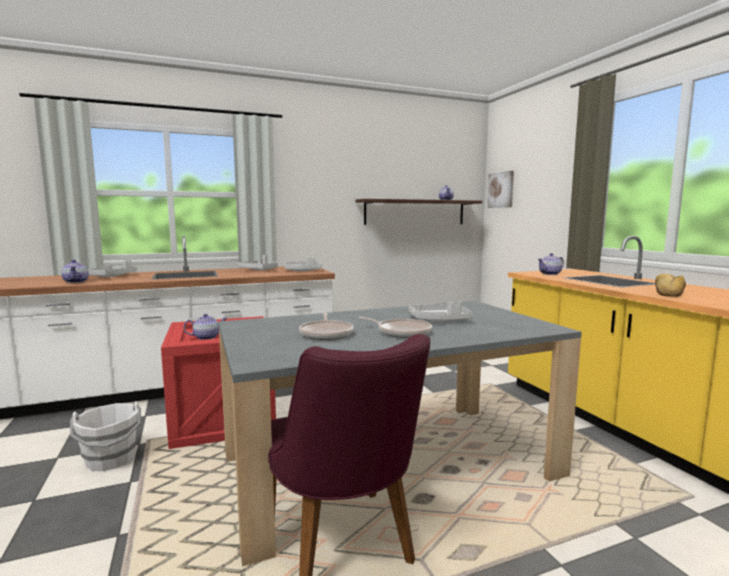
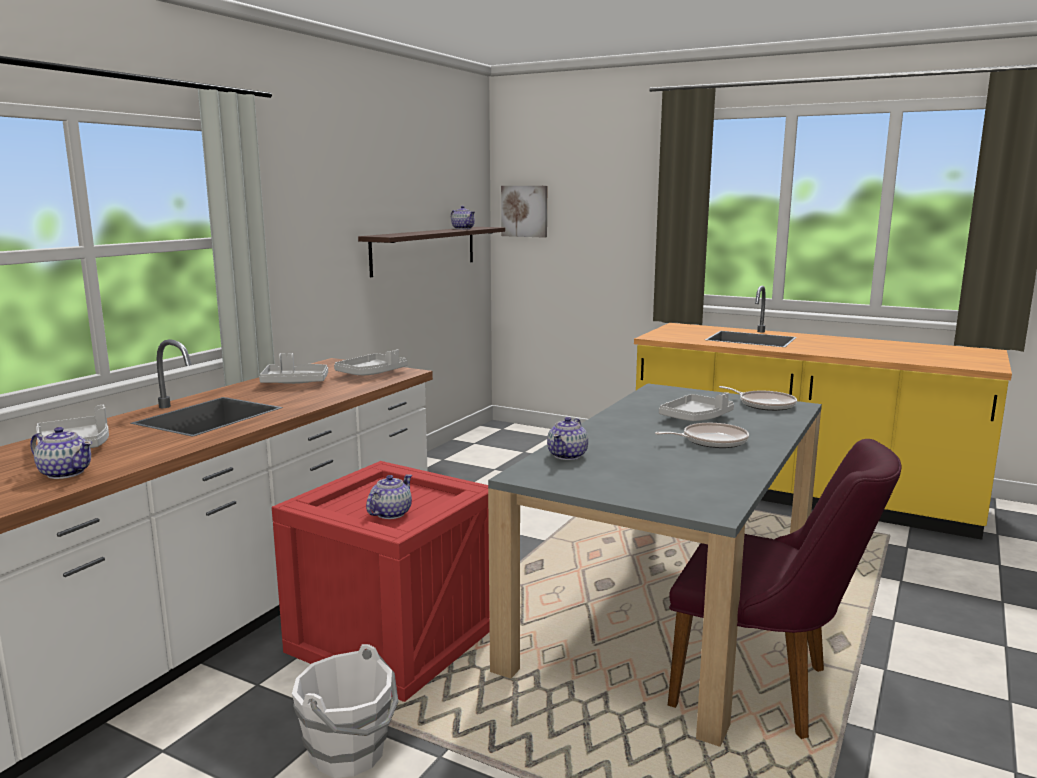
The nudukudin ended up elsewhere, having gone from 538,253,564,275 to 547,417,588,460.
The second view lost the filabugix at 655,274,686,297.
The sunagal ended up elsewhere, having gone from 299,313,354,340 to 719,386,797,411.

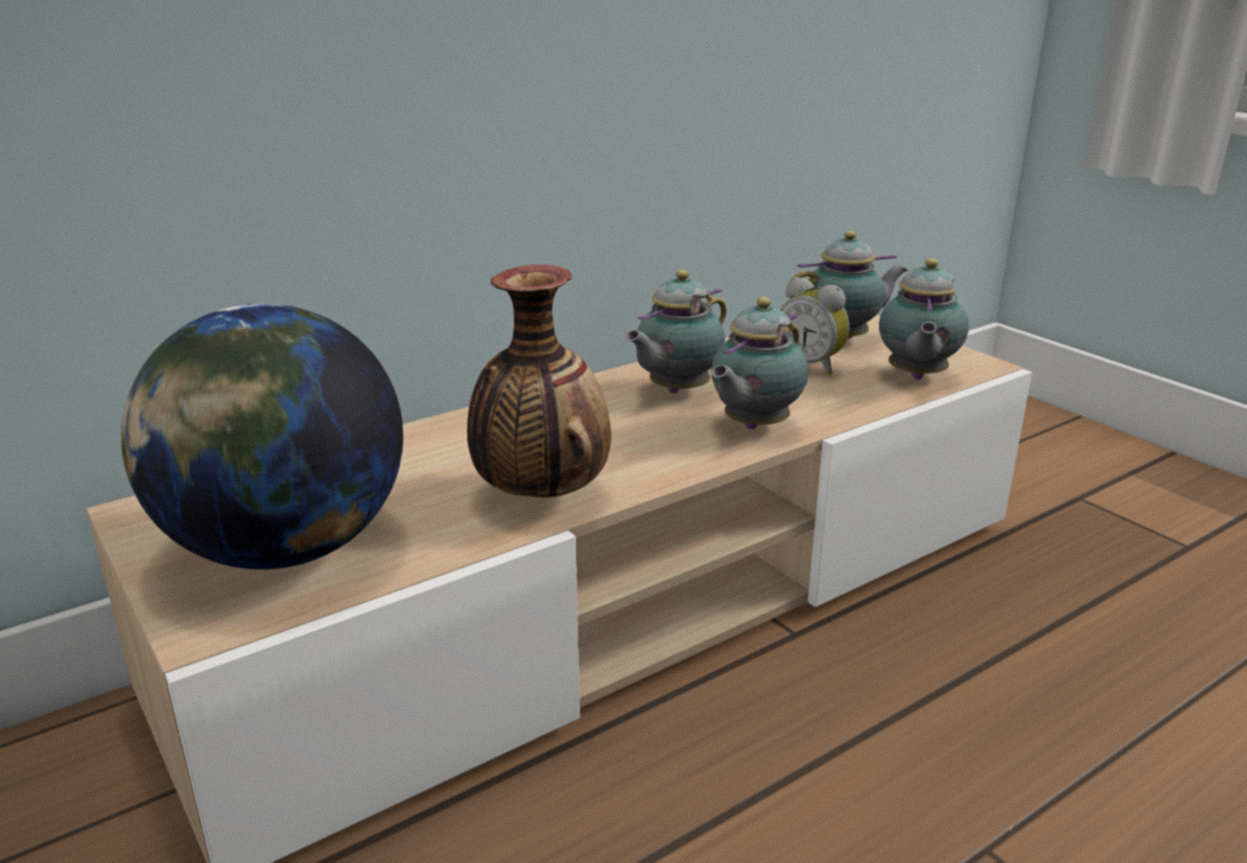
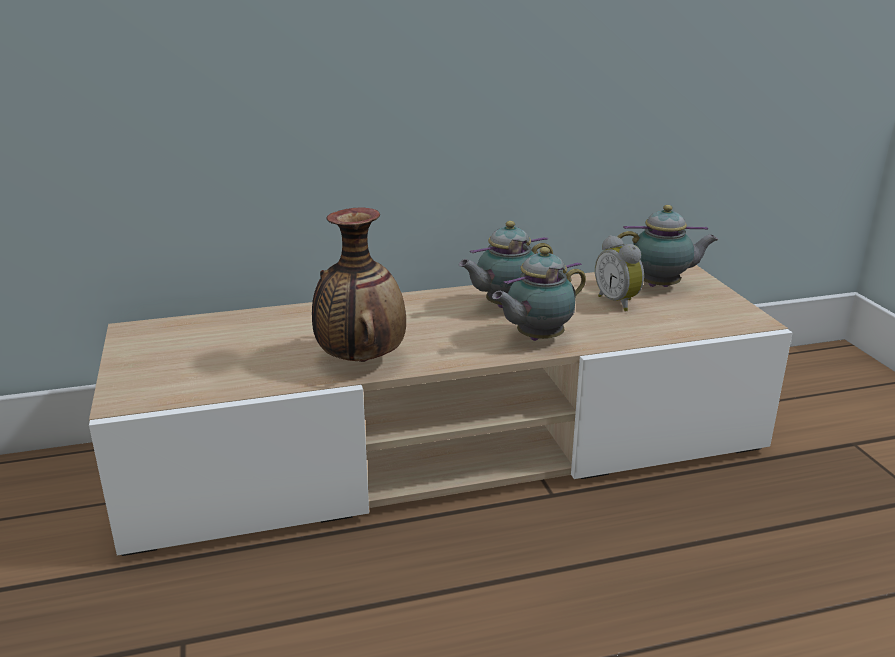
The second view lost the nudukudin at 879,258,969,379.
The second view lost the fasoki at 121,304,403,570.

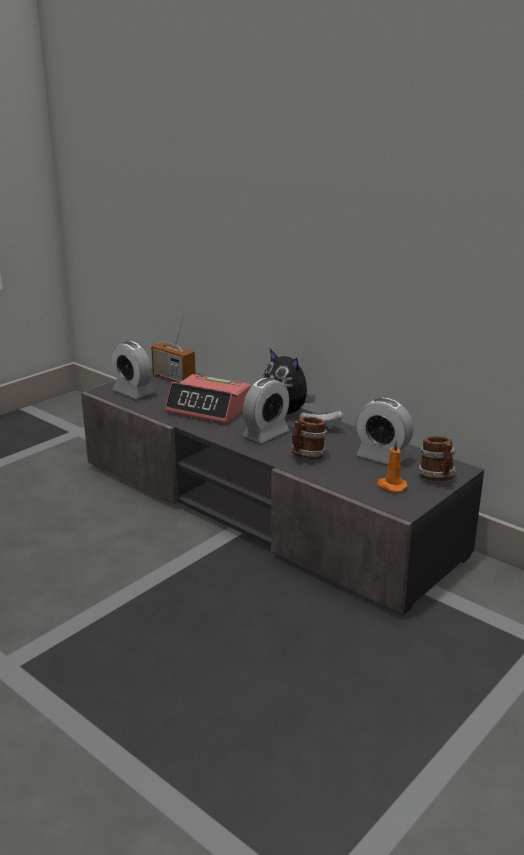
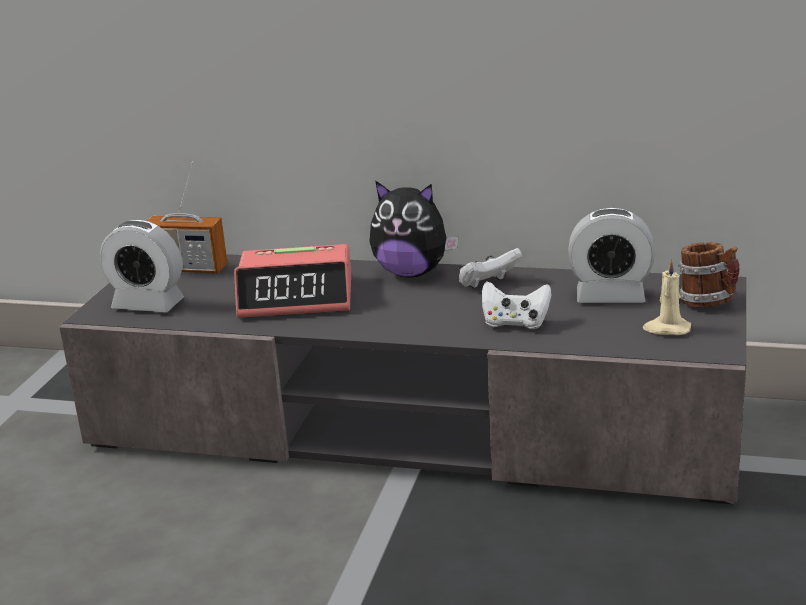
The second view lost the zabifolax at 243,378,289,443.
Where the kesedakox stood at 291,416,328,460, the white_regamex came to stand at 482,281,551,329.
What was the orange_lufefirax at 377,440,408,492 turned into the beige_lufefirax at 643,259,691,335.

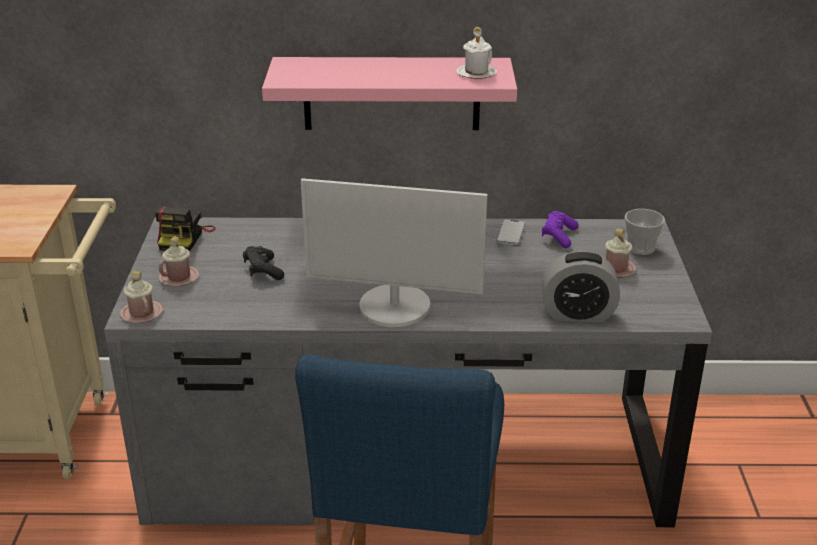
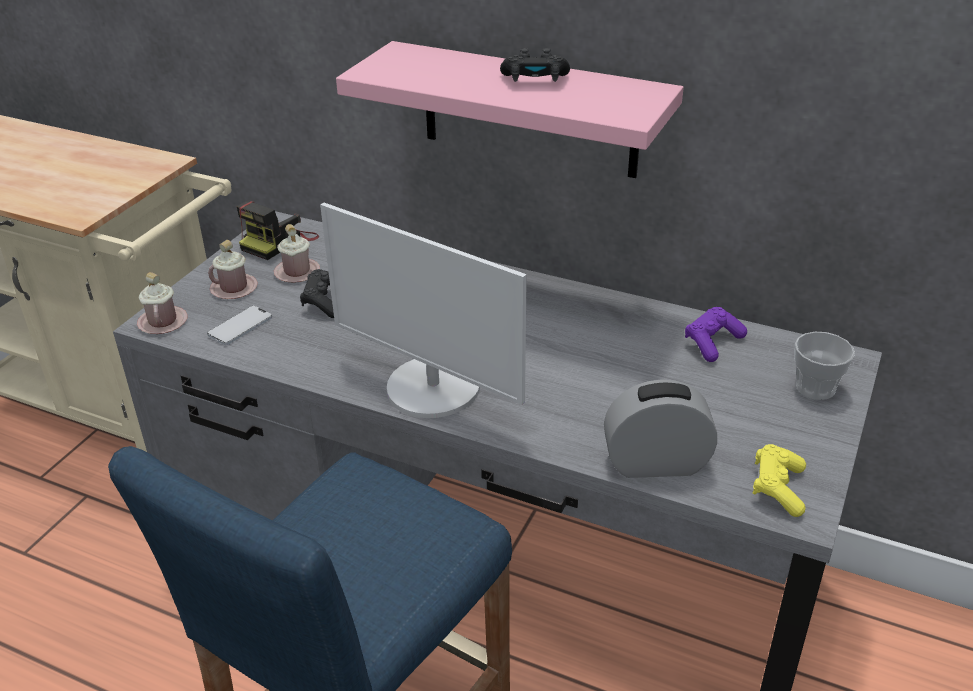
The second view lost the white_kesedakox at 456,27,497,79.
The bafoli ended up elsewhere, having gone from 497,219,525,245 to 207,305,272,345.
The pink_kesedakox ended up elsewhere, having gone from 605,228,636,277 to 274,224,320,283.
The zabifolax at 542,251,620,322 ended up facing another way, 150 degrees clockwise from before.
The second view gained the black_regamex at 500,48,570,82.
The second view gained the yellow_regamex at 753,444,806,517.

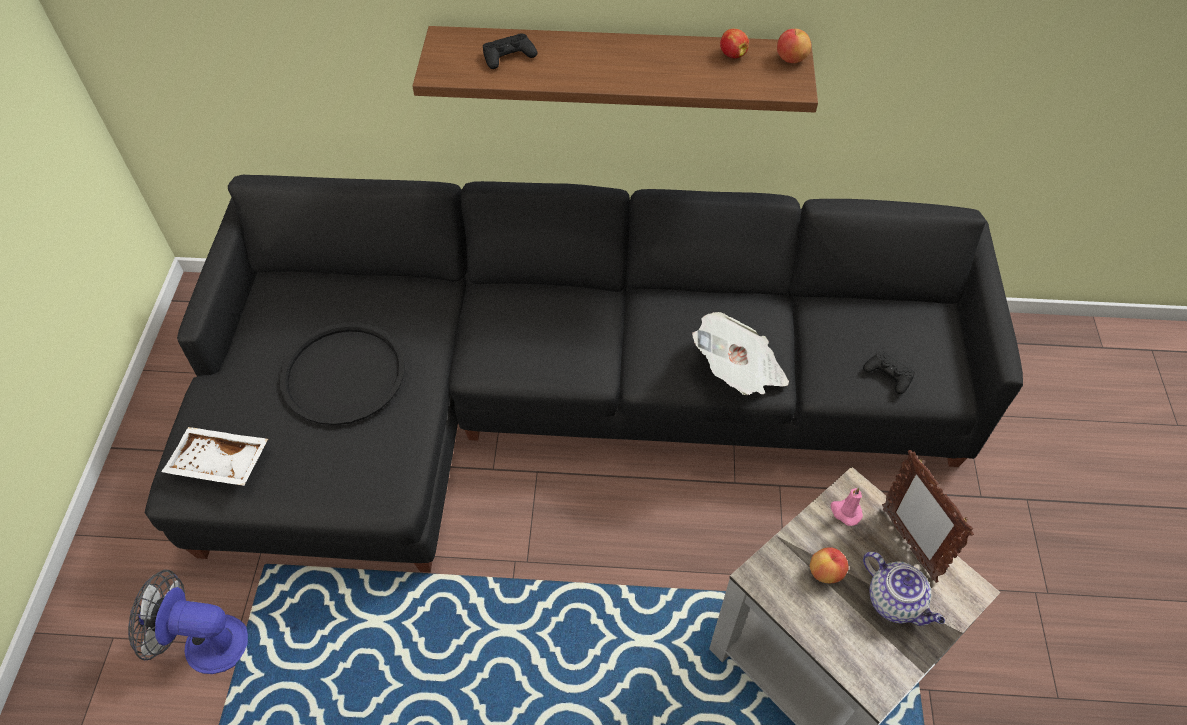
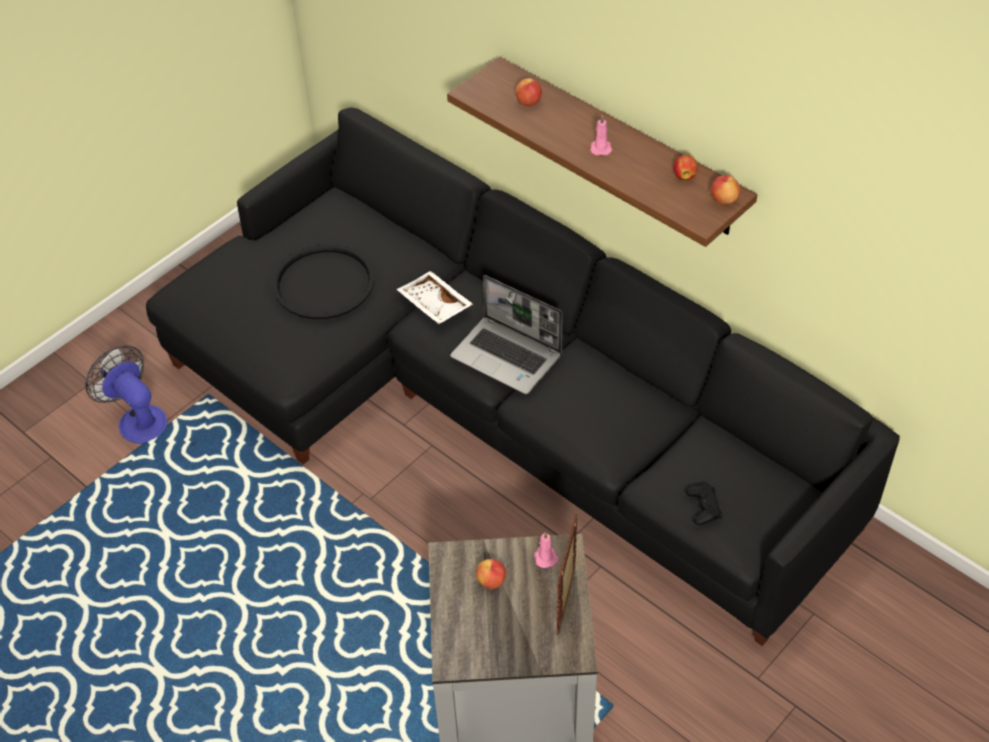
Where the black_regamex stood at 483,33,537,69, the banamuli came to stand at 516,78,542,106.
The second view lost the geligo at 692,312,789,396.
The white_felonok ended up elsewhere, having gone from 162,427,268,486 to 396,271,473,324.
The second view lost the nudukudin at 863,552,945,626.
The second view gained the pink_lufefirax at 590,115,612,155.
The second view gained the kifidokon at 450,275,562,394.

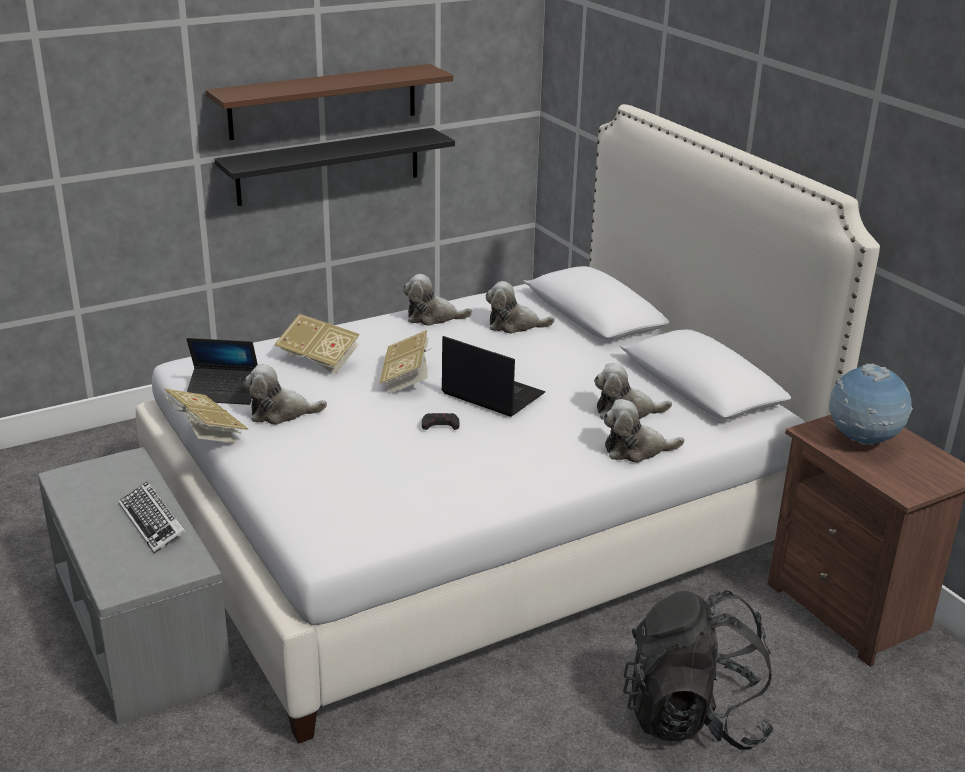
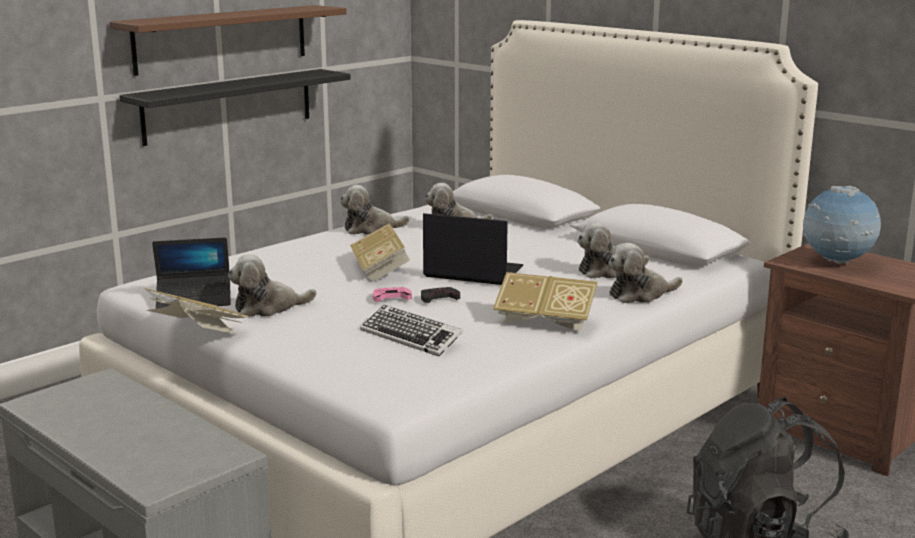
The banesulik ended up elsewhere, having gone from 274,314,360,374 to 493,272,598,332.
The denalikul ended up elsewhere, having gone from 118,481,186,553 to 360,305,463,356.
The second view gained the pink_regamex at 373,287,412,302.

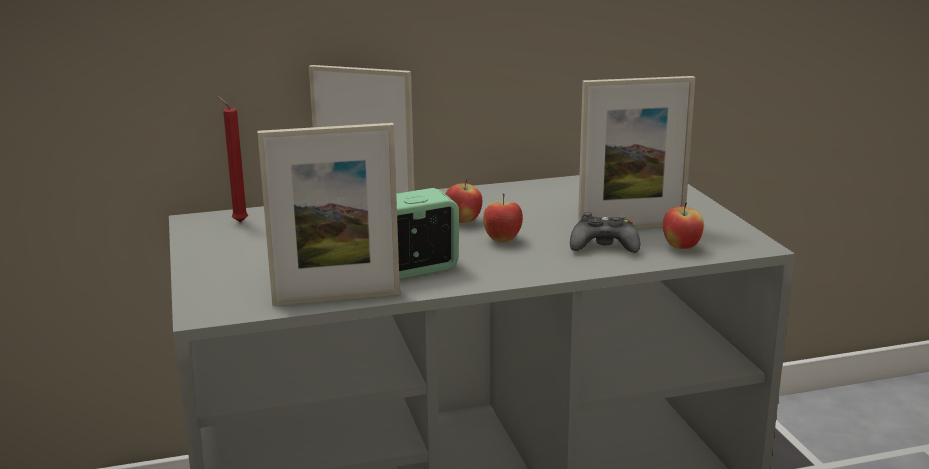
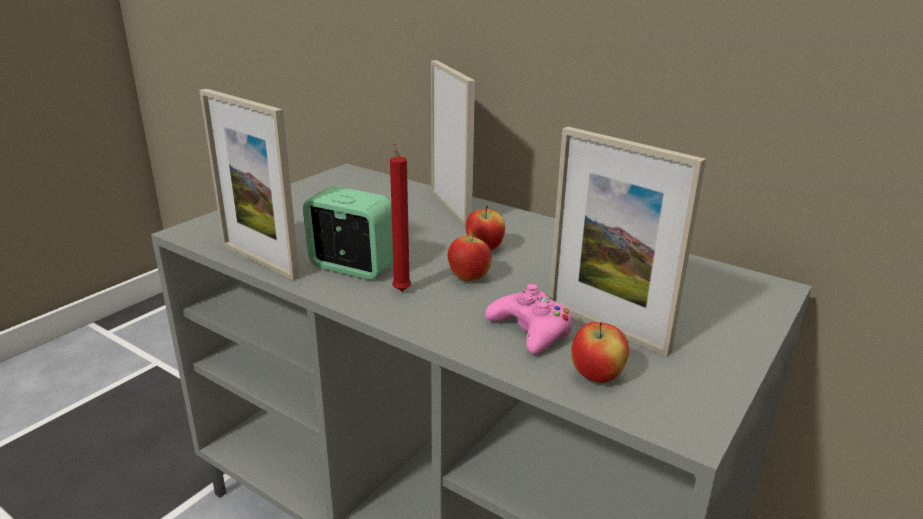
The red_lufefirax ended up elsewhere, having gone from 217,96,248,223 to 390,138,411,291.
What was the black_regamex at 570,212,640,253 turned into the pink_regamex at 485,284,573,354.

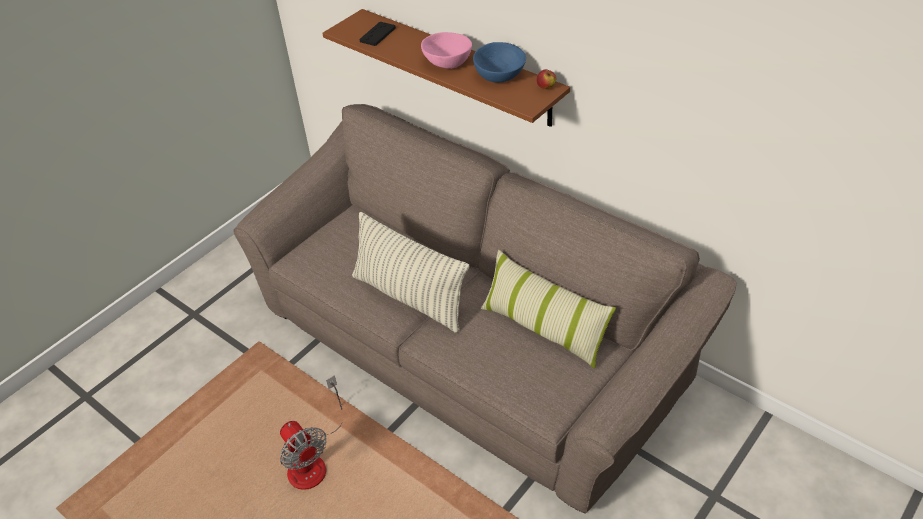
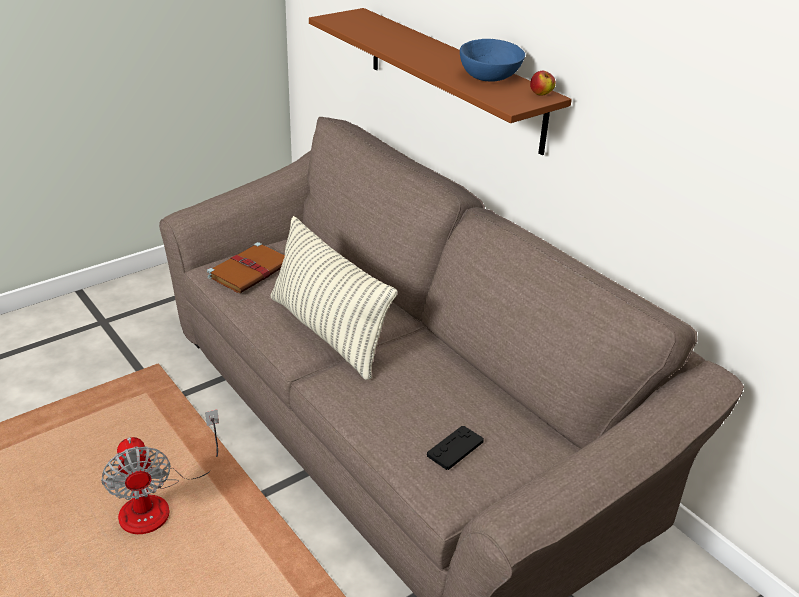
The black_regamex ended up elsewhere, having gone from 360,22,396,46 to 427,426,484,470.
The second view lost the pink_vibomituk at 421,32,472,69.
The second view lost the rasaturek at 481,250,616,369.
The second view gained the brown_banesulik at 207,242,285,293.

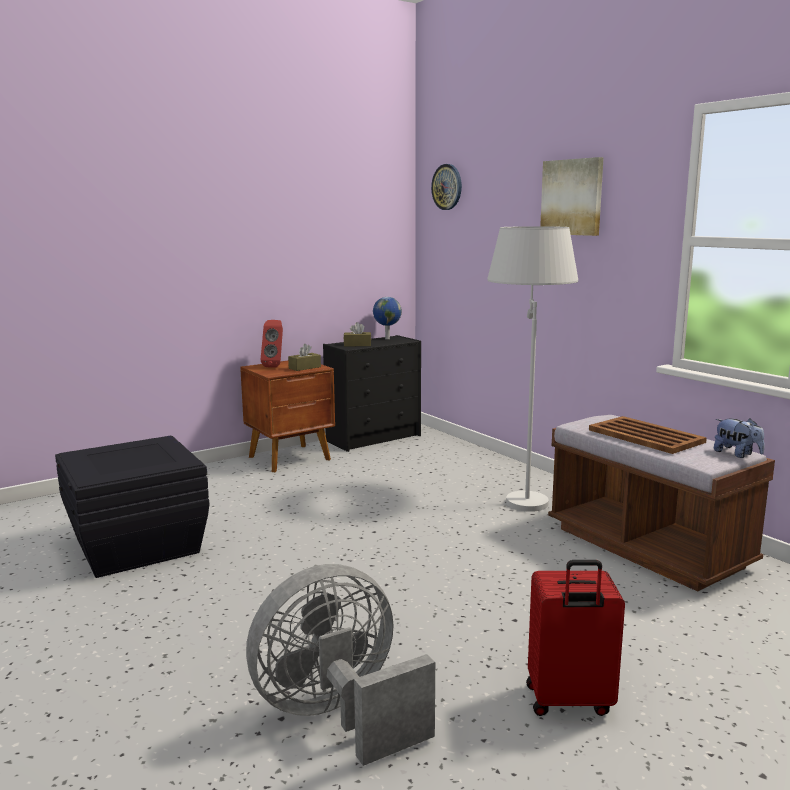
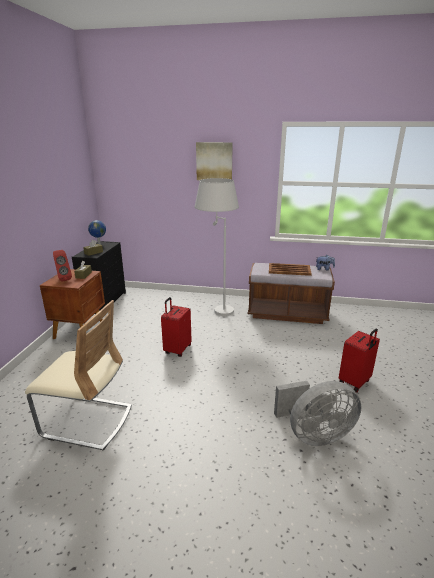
The second view lost the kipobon at 431,164,462,210.
Where the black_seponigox stood at 55,436,210,578, the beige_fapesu came to stand at 25,300,132,450.
The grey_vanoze at 246,564,435,766 ended up facing another way, 120 degrees counterclockwise from before.
The second view gained the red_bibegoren at 161,297,192,357.

